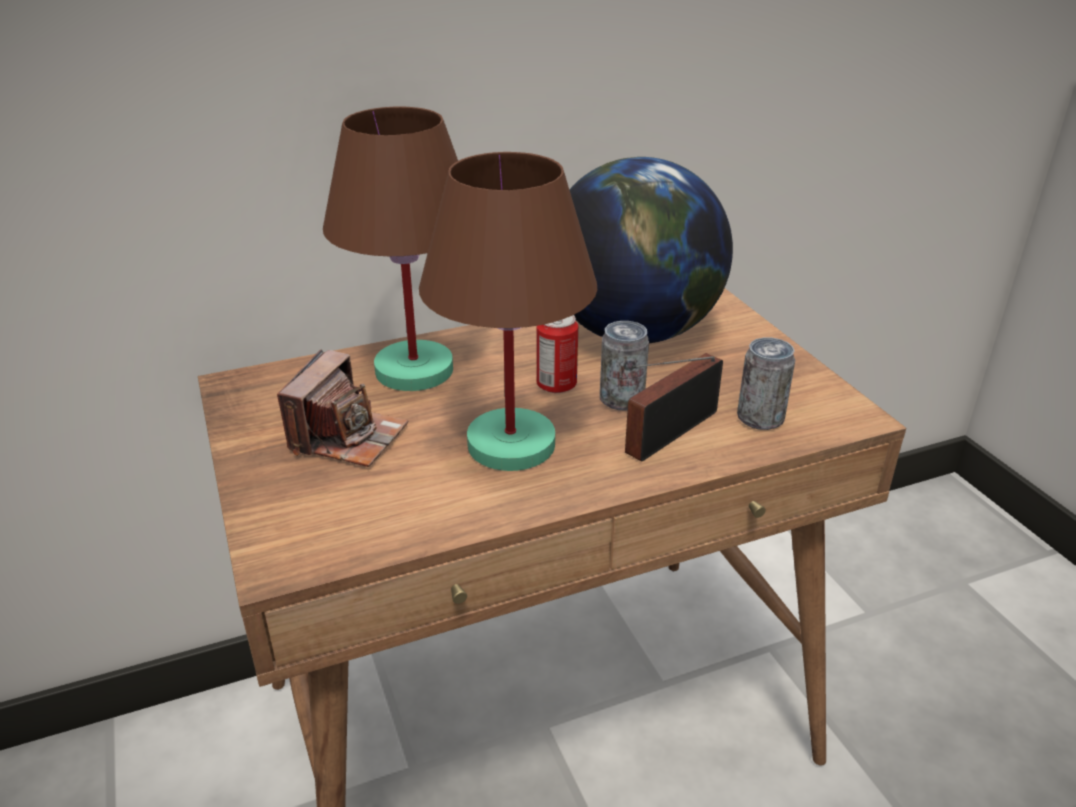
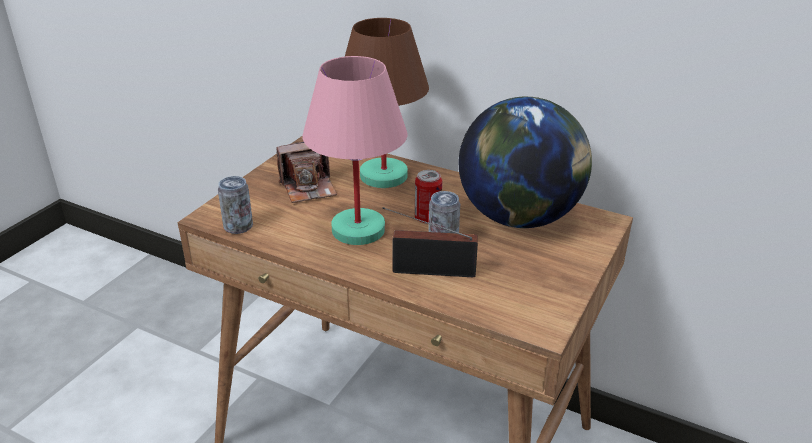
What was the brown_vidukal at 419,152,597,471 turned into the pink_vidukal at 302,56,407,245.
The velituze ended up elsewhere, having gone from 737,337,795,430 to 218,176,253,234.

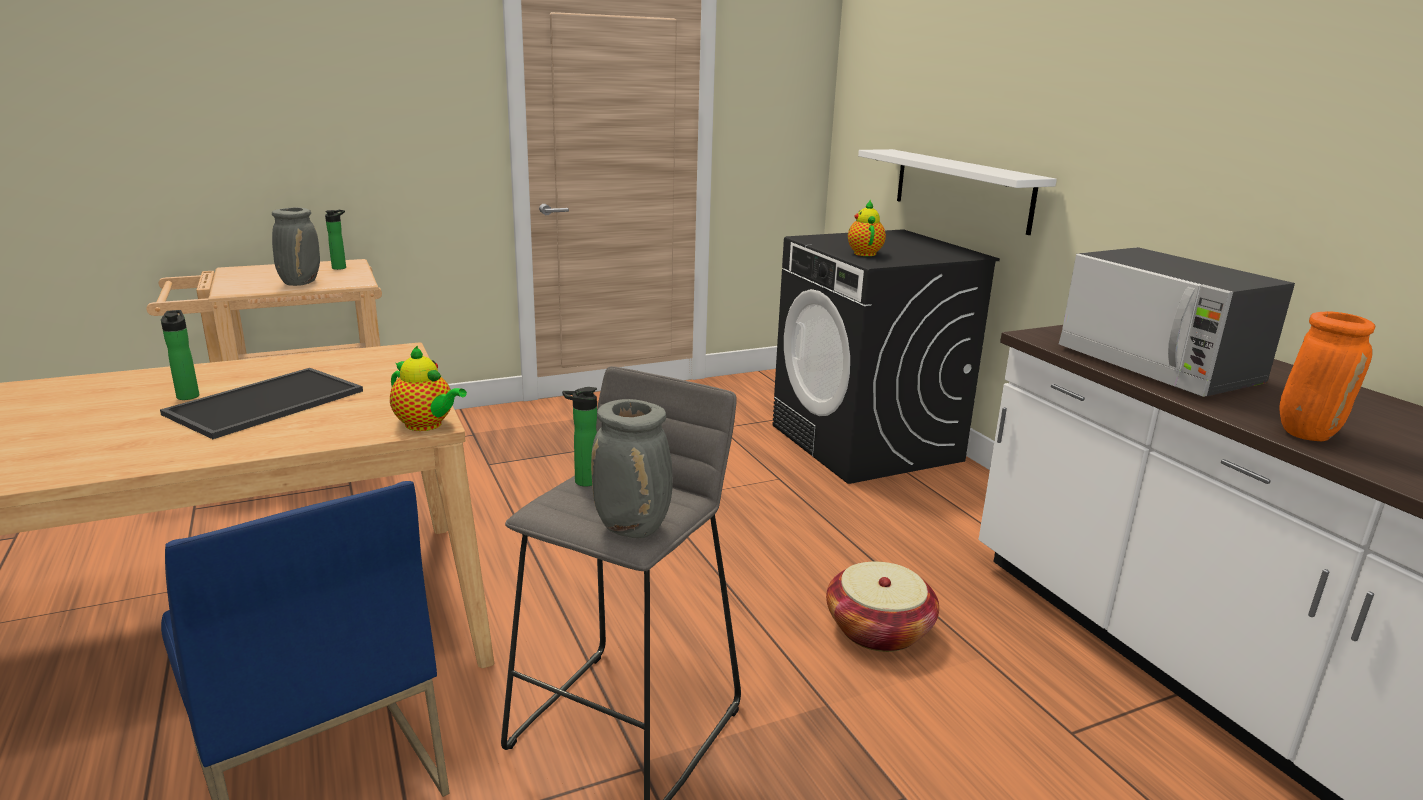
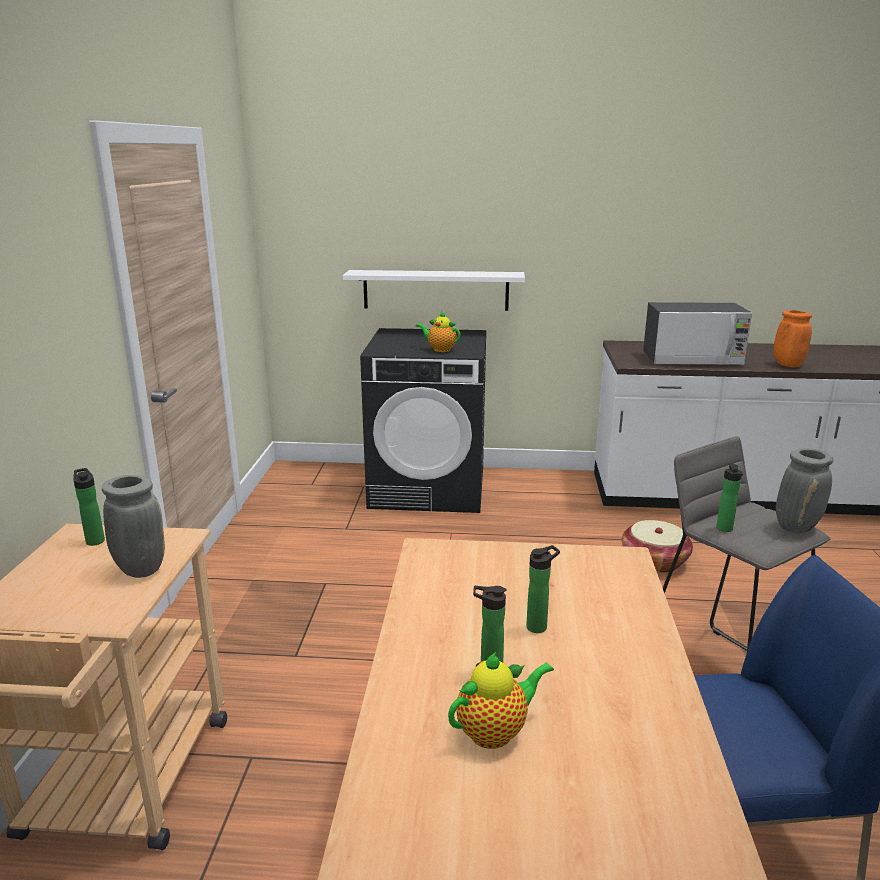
The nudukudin ended up elsewhere, having gone from 390,346,467,431 to 448,652,554,749.
Where the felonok stood at 160,368,363,439, the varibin came to stand at 526,545,560,633.

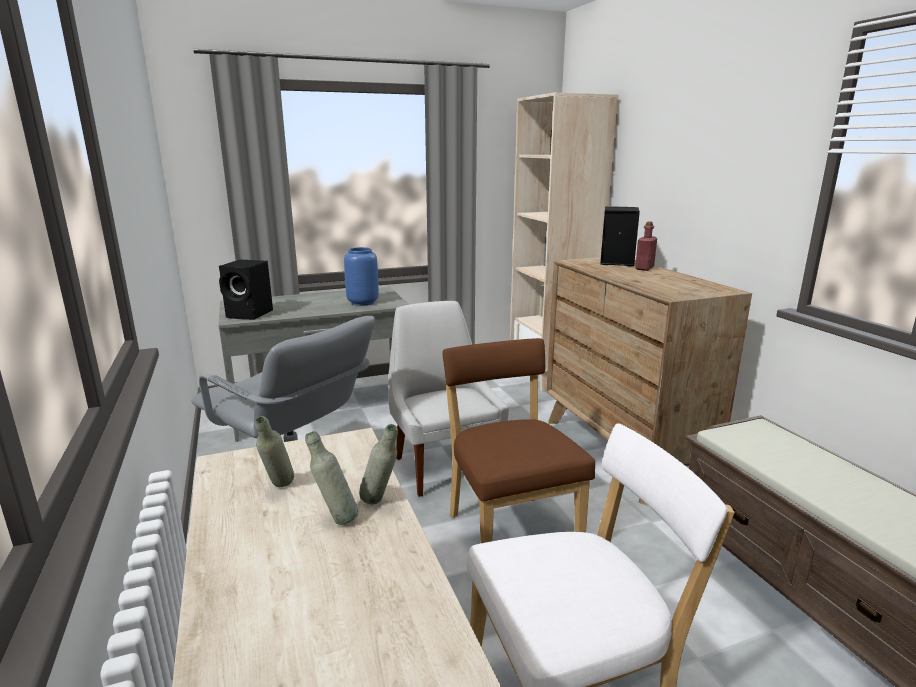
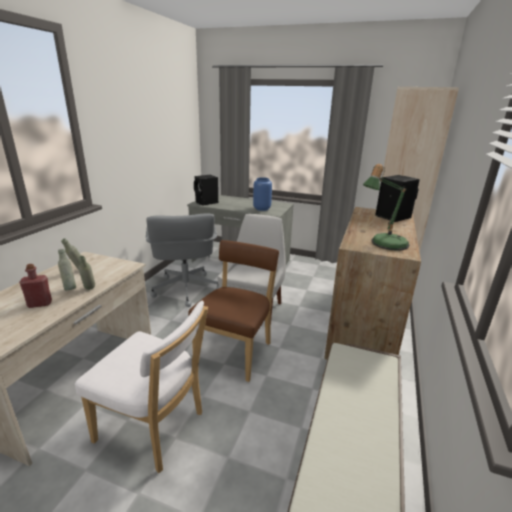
The red_varibin ended up elsewhere, having gone from 635,221,657,271 to 19,264,52,308.
The second view gained the vidukal at 363,164,409,251.

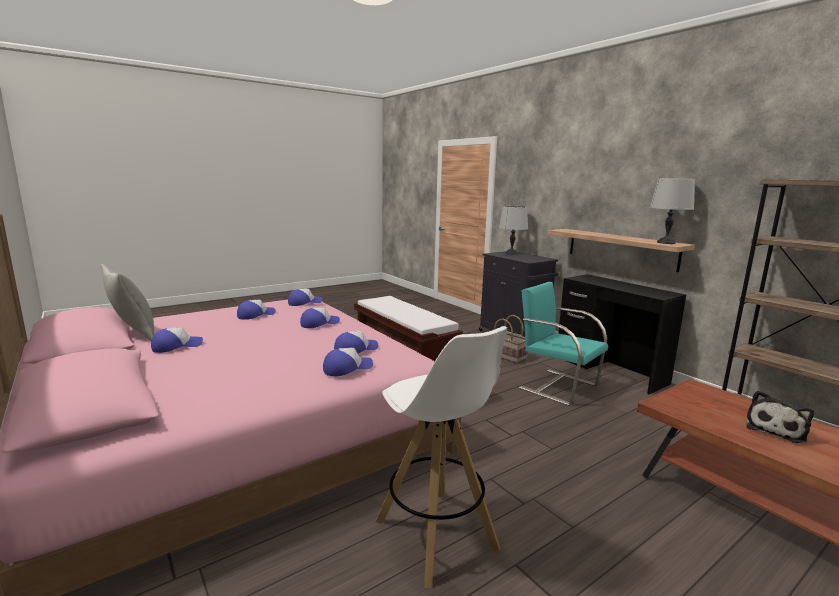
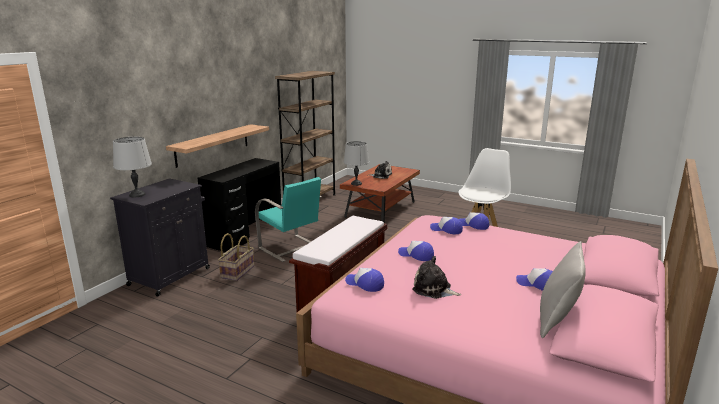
The grey_vidukal ended up elsewhere, having gone from 650,178,695,244 to 344,141,369,186.
The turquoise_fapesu at 519,282,608,406 ended up facing another way, 60 degrees counterclockwise from before.
Where the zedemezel stood at 237,300,276,320, the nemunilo came to stand at 412,256,461,299.

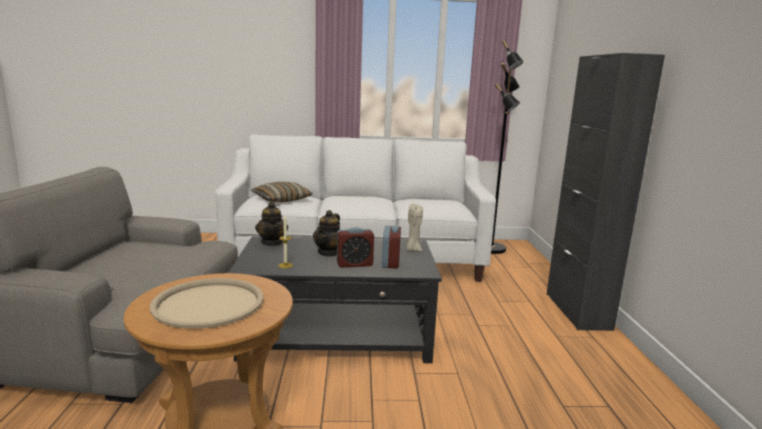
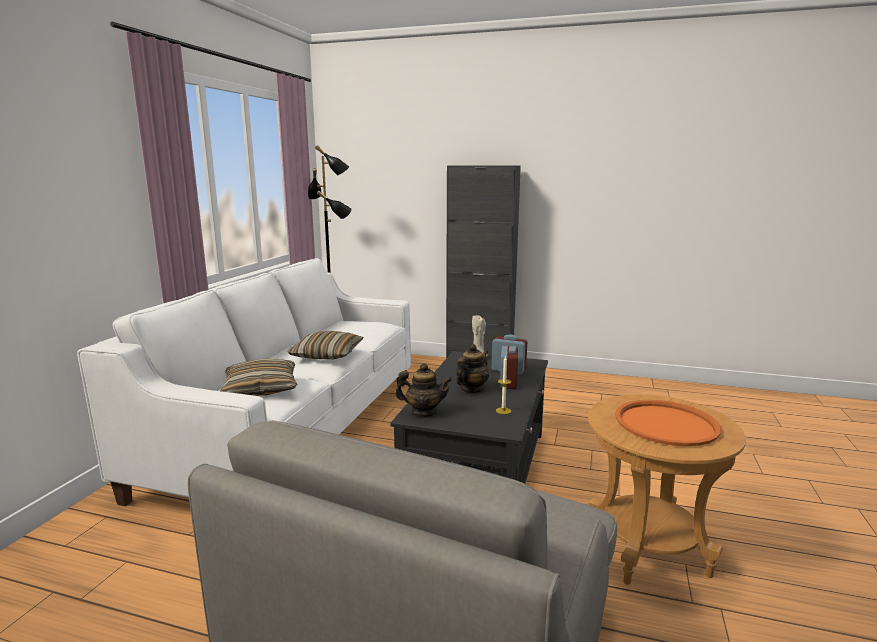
The nudukudin at 313,210,340,257 ended up facing another way, 90 degrees counterclockwise from before.
What was the beige_felonok at 150,278,263,329 turned into the orange_felonok at 615,400,722,446.
The second view gained the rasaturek at 288,331,363,359.

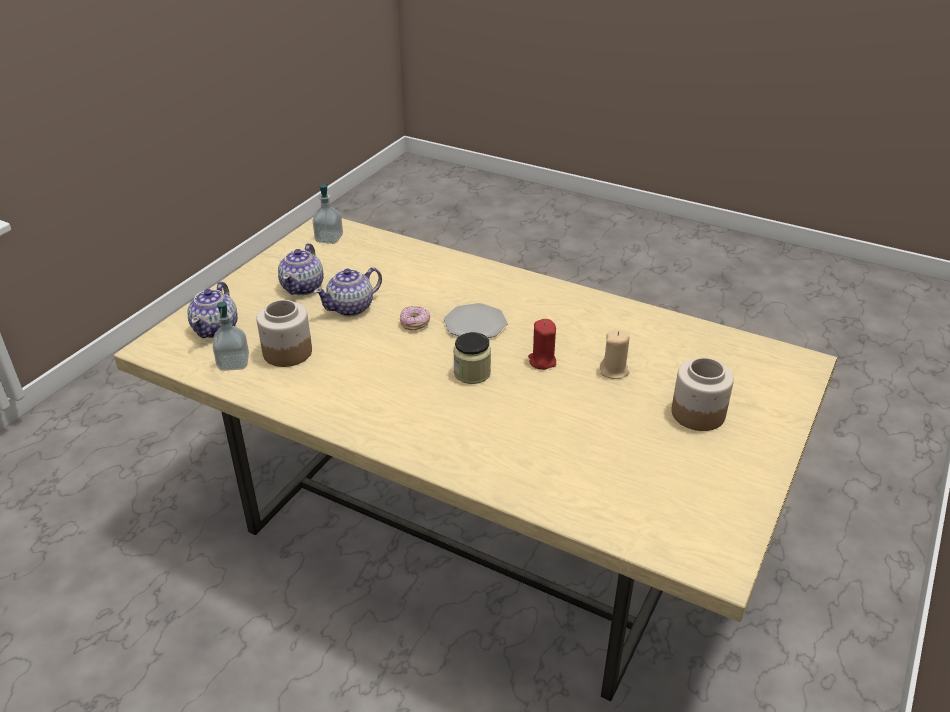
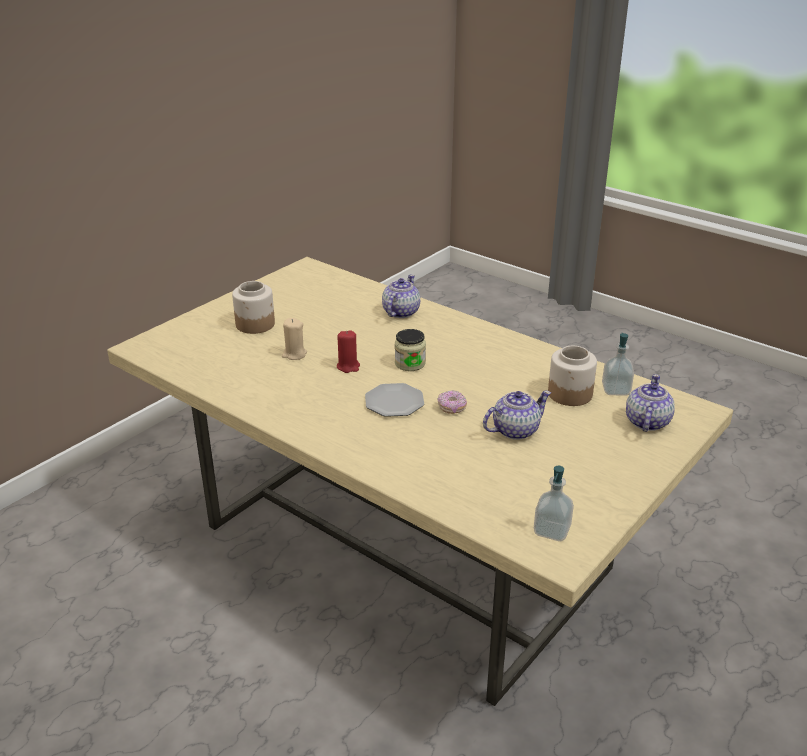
The nudukudin ended up elsewhere, having gone from 278,243,324,295 to 382,275,420,318.

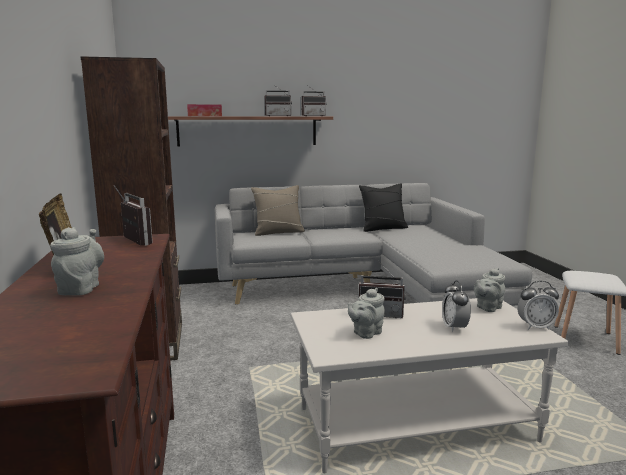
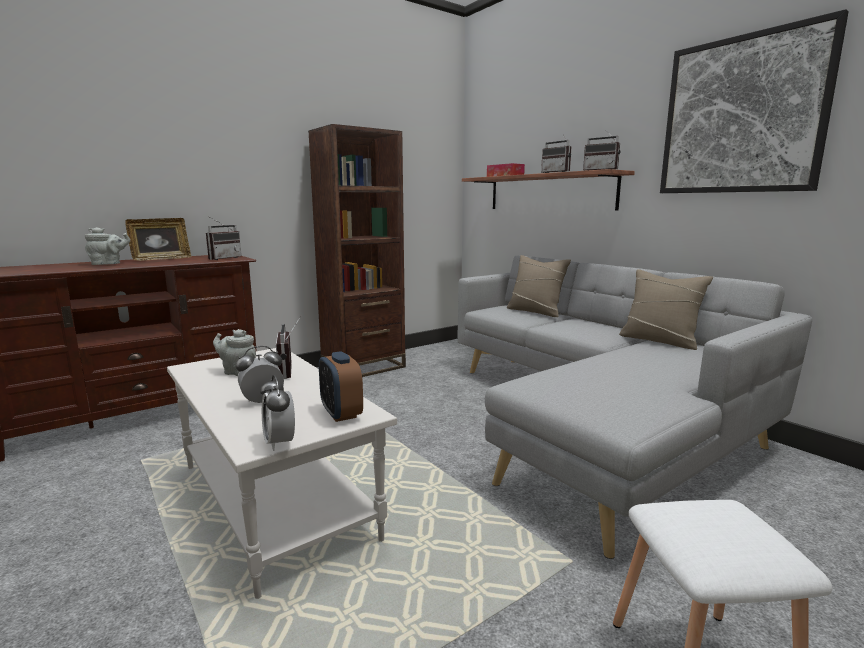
What was the black_rasaturek at 359,183,408,232 turned into the beige_rasaturek at 619,269,713,350.
Where the grey_nudukudin stood at 474,268,505,312, the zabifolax came to stand at 319,351,363,422.
The second view gained the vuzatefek at 660,9,849,193.

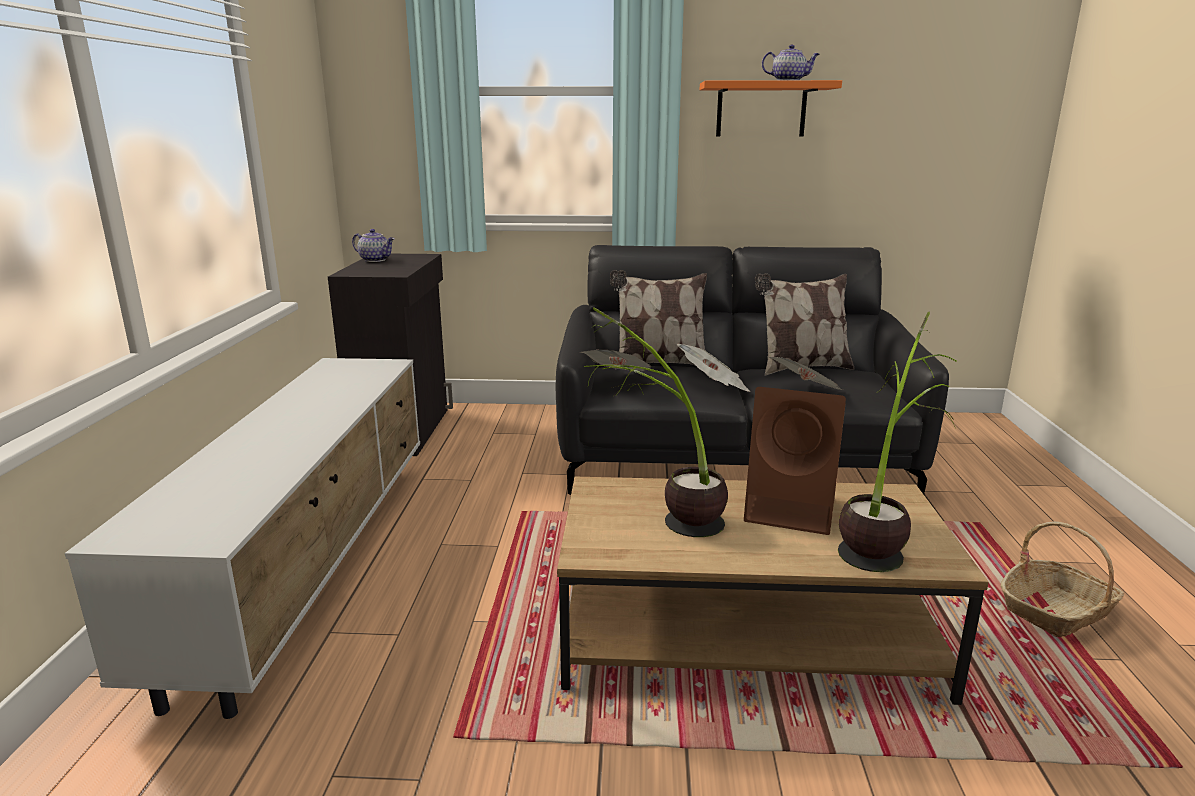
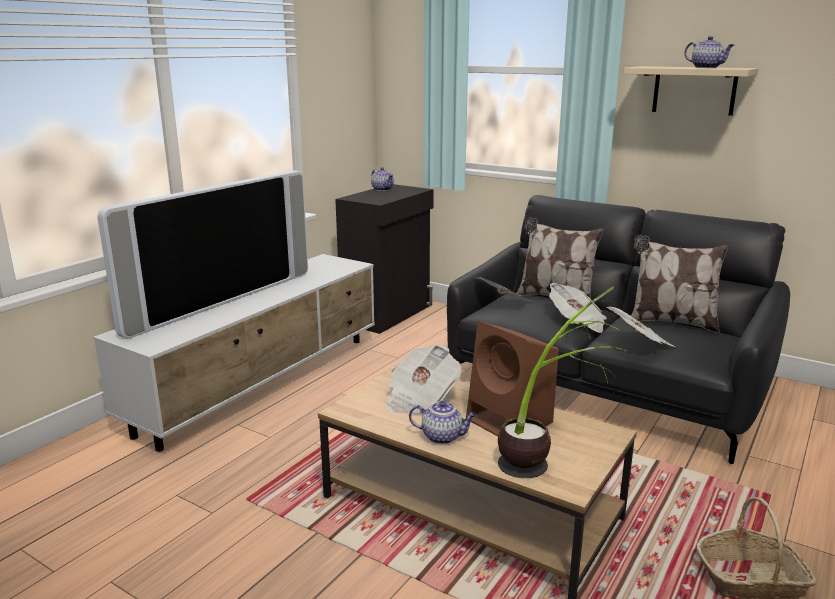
What was the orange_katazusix at 700,80,842,137 turned into the beige_katazusix at 624,66,758,116.
Where the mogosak stood at 584,307,728,537, the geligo came to stand at 385,345,462,414.
The second view gained the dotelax at 97,170,308,339.
The second view gained the nudukudin at 409,401,477,444.

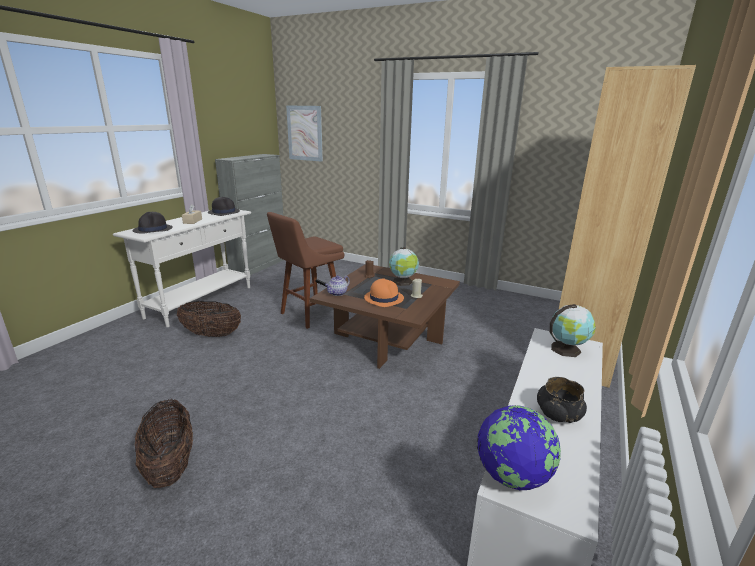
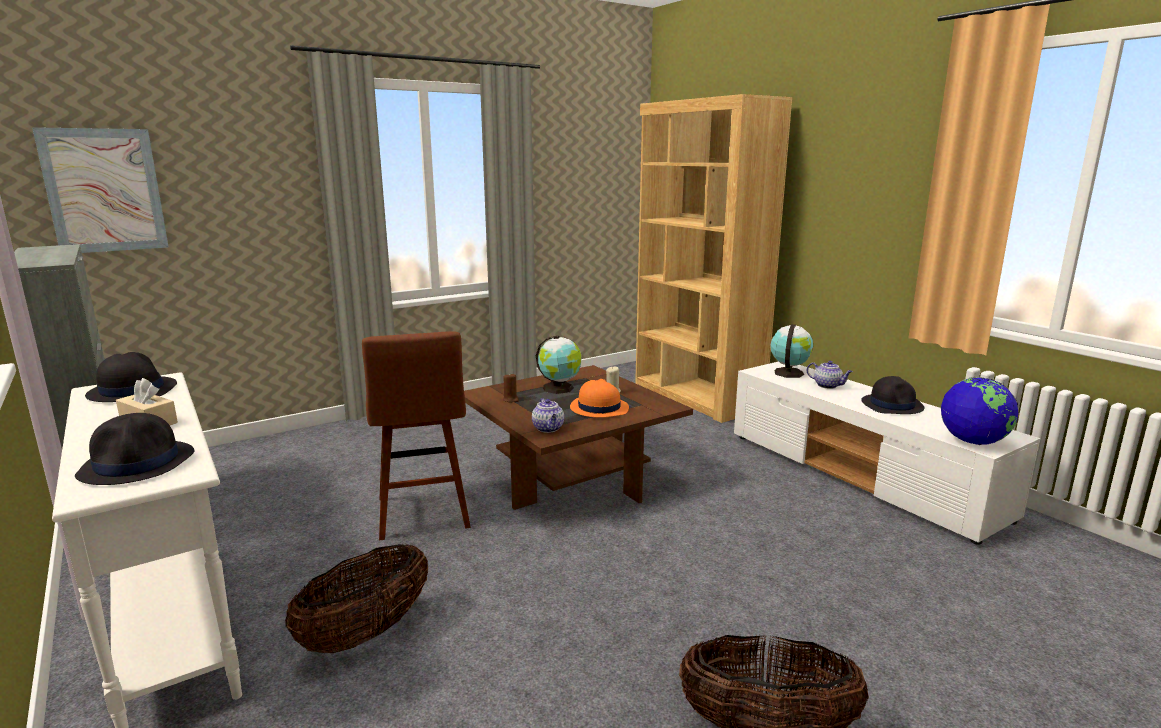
Where the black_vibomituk stood at 537,377,587,423, the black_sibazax came to stand at 861,376,925,414.
The second view gained the nudukudin at 807,361,853,389.

